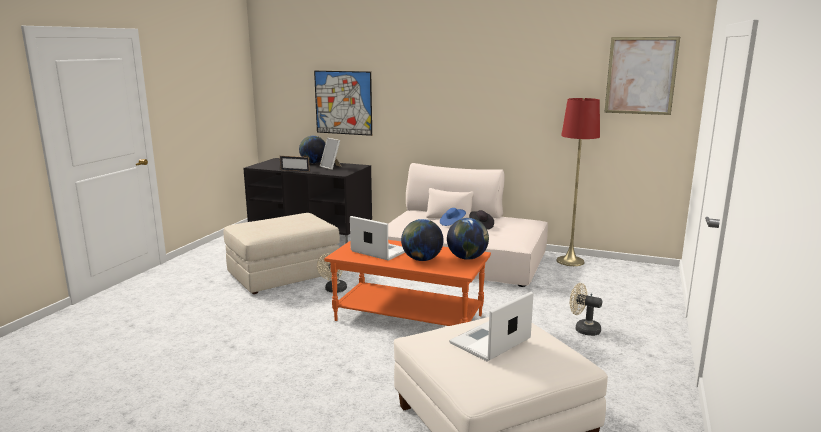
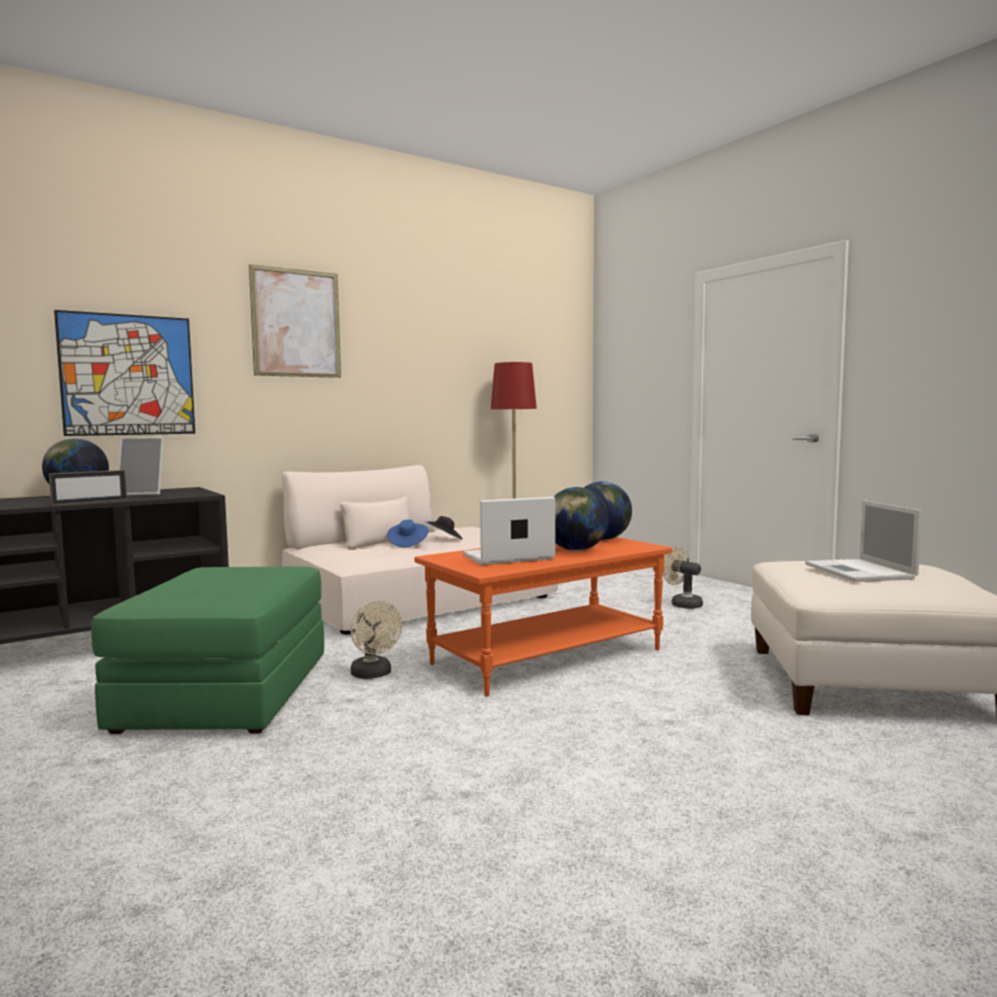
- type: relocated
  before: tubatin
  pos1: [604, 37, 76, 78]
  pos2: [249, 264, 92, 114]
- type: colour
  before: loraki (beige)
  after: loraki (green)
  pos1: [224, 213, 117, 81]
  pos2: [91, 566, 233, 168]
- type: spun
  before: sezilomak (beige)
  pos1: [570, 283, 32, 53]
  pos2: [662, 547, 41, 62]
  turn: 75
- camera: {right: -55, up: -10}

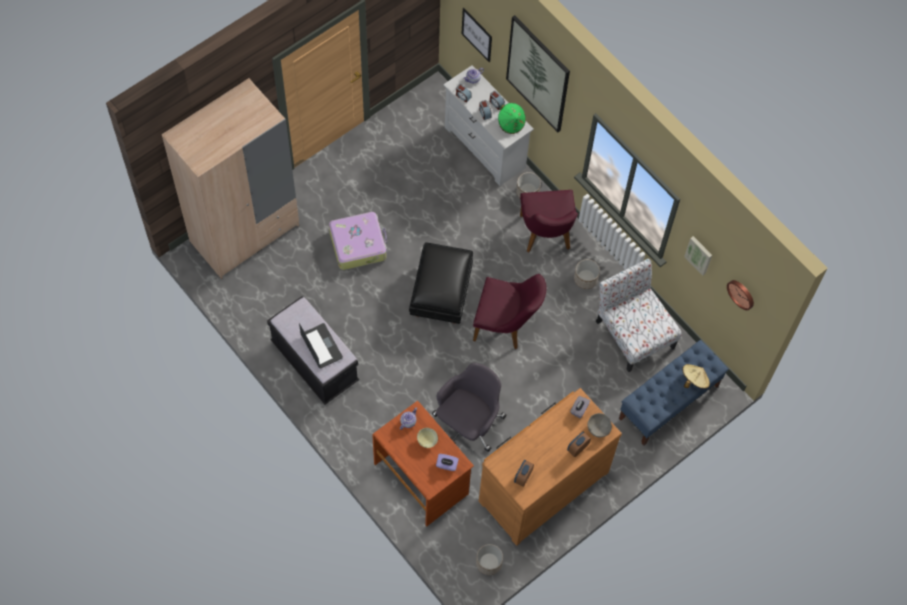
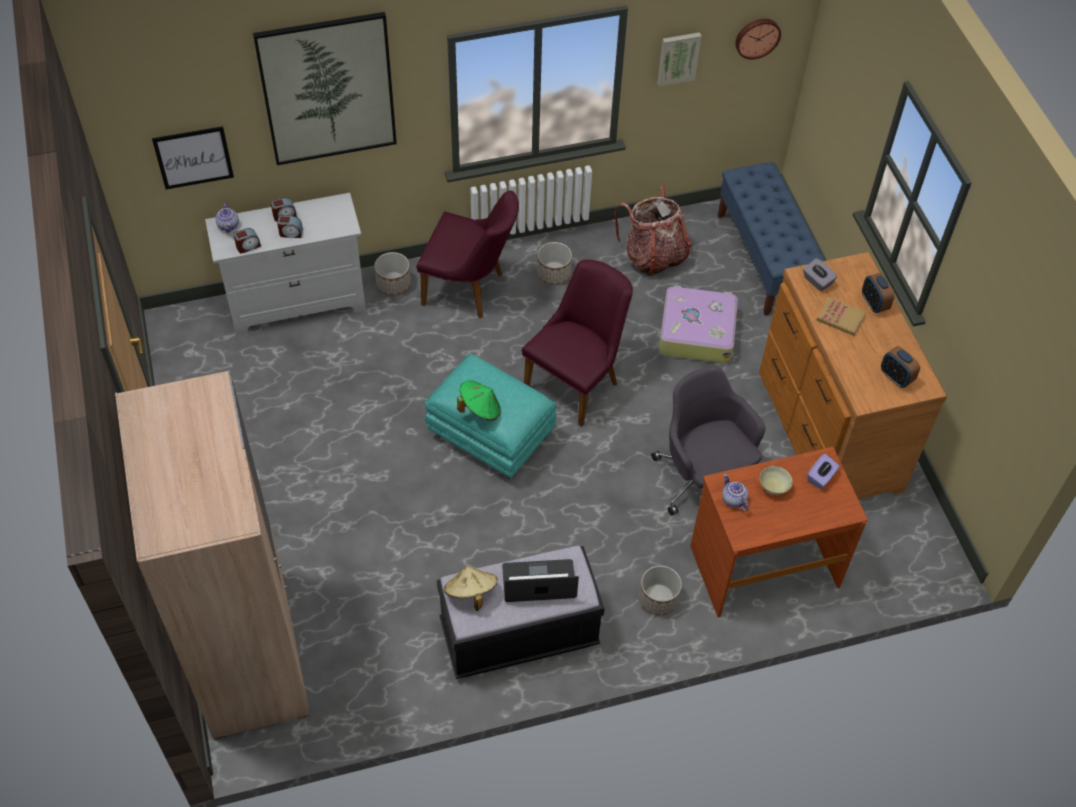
- type: relocated
  before: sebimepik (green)
  pos1: [498, 103, 28, 31]
  pos2: [457, 380, 43, 41]
- type: relocated
  before: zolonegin
  pos1: [329, 212, 58, 58]
  pos2: [659, 285, 79, 78]
- type: colour
  before: loraki (black)
  after: loraki (turquoise)
  pos1: [409, 242, 64, 82]
  pos2: [425, 354, 131, 125]
- type: exchanged
  before: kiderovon
  after: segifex
  pos1: [596, 258, 86, 114]
  pos2: [615, 185, 76, 92]
- type: relocated
  before: sebimepik (beige)
  pos1: [682, 364, 28, 25]
  pos2: [444, 566, 54, 45]
- type: missing
  before: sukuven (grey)
  pos1: [588, 413, 24, 24]
- type: relocated
  before: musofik
  pos1: [476, 544, 27, 31]
  pos2: [639, 565, 43, 51]
- type: appeared
  after: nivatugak
  pos2: [816, 297, 50, 39]
- camera: {right: -65, up: -10}

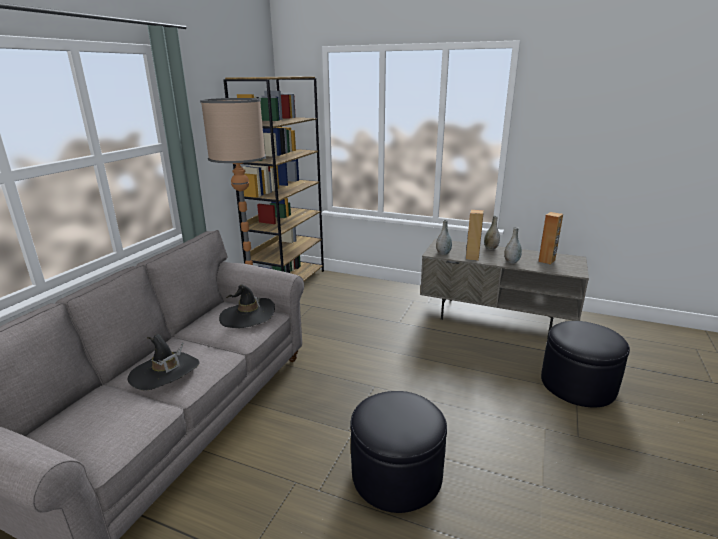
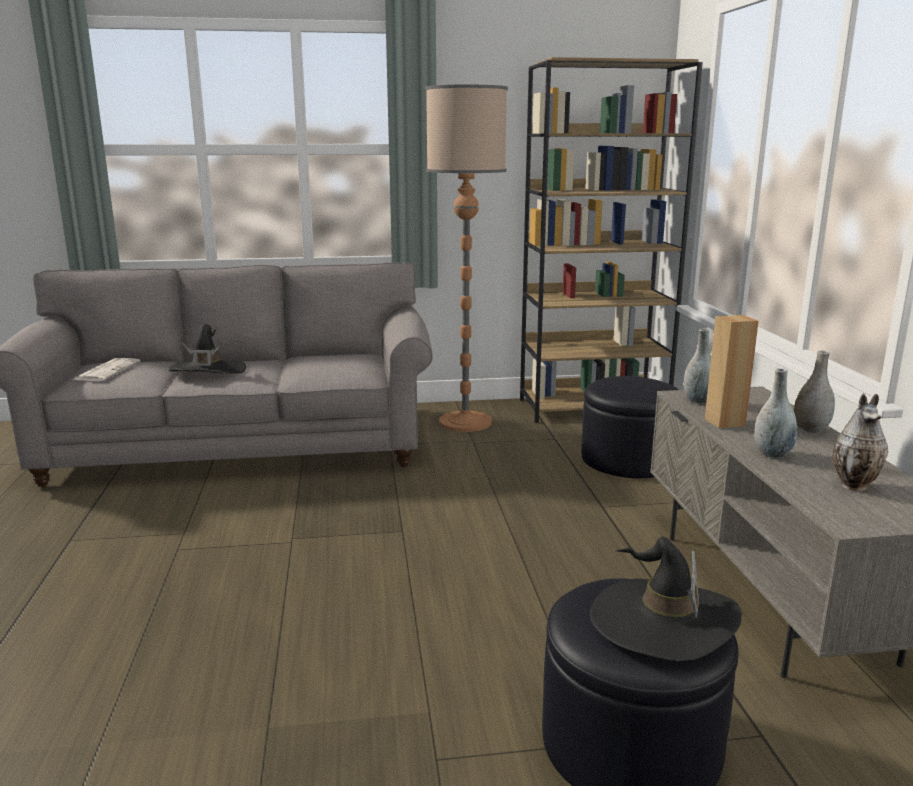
- type: exchanged
  before: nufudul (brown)
  after: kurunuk
  pos1: [538, 212, 25, 53]
  pos2: [833, 393, 55, 98]
- type: relocated
  before: sebimepik (black)
  pos1: [219, 285, 56, 43]
  pos2: [590, 537, 152, 124]
- type: relocated
  before: loraki (black)
  pos1: [350, 391, 97, 122]
  pos2: [581, 376, 98, 102]
- type: appeared
  after: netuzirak
  pos2: [73, 358, 67, 23]
- camera: {right: 60, up: -5}

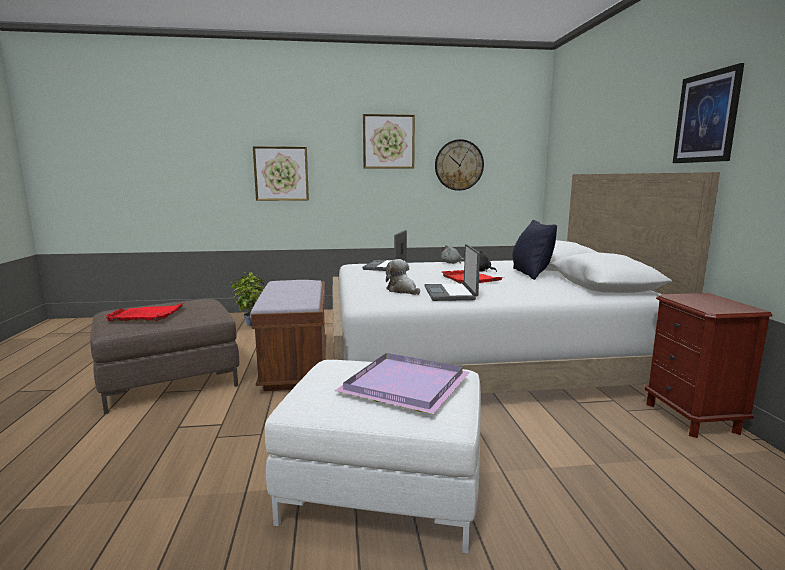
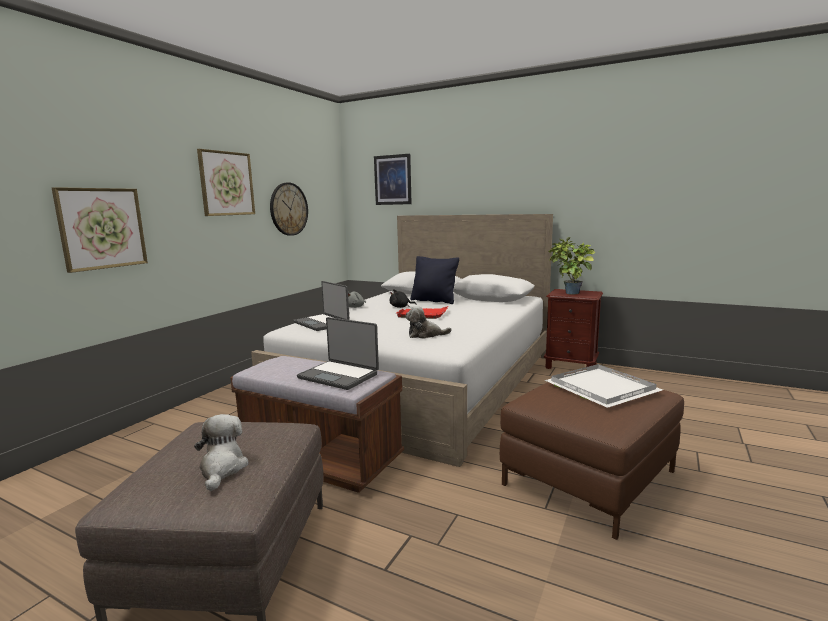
- type: relocated
  before: tubatin
  pos1: [673, 63, 71, 100]
  pos2: [374, 154, 38, 51]
- type: relocated
  before: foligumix
  pos1: [424, 244, 56, 57]
  pos2: [297, 317, 82, 73]
- type: relocated
  before: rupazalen
  pos1: [230, 272, 35, 54]
  pos2: [549, 237, 46, 57]
- type: exchanged
  before: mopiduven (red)
  after: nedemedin
  pos1: [104, 303, 79, 19]
  pos2: [194, 414, 55, 77]
- type: colour
  before: mopiduven (purple)
  after: mopiduven (white)
  pos1: [335, 353, 135, 61]
  pos2: [545, 364, 118, 44]
- type: colour
  before: loraki (white)
  after: loraki (brown)
  pos1: [265, 360, 216, 193]
  pos2: [500, 369, 184, 171]
- camera: {right: -55, up: 0}

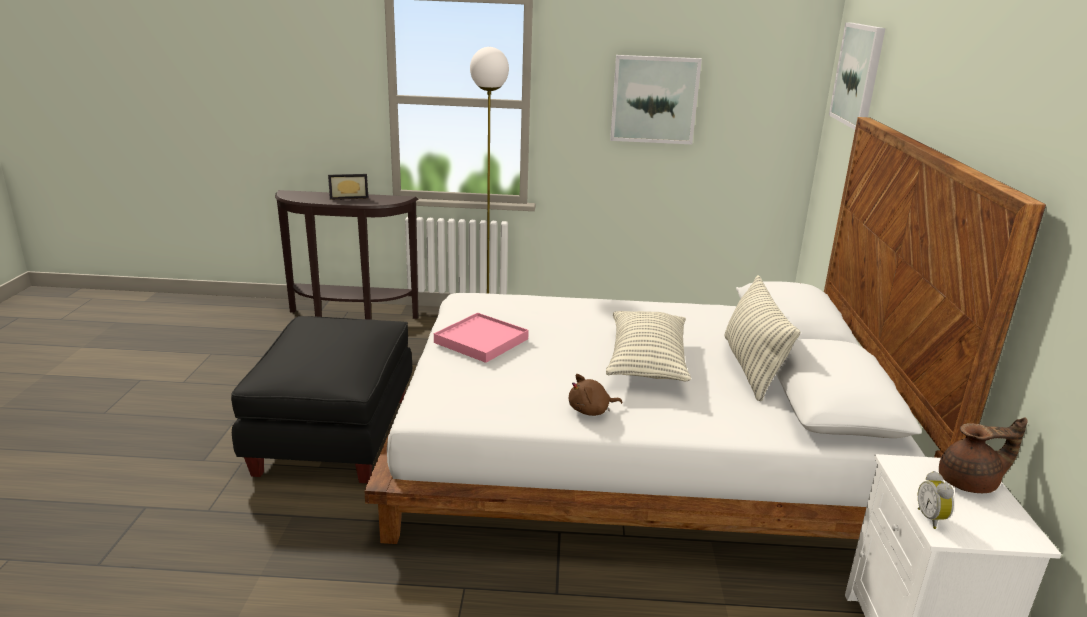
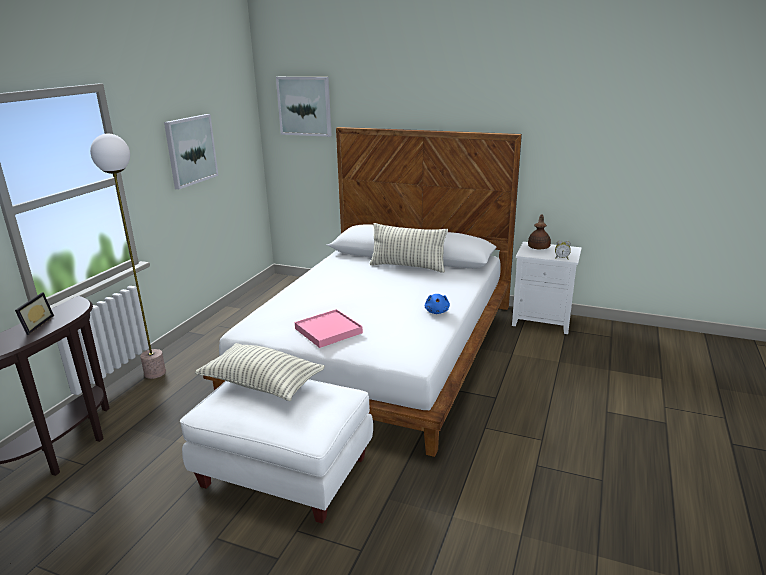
- type: relocated
  before: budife
  pos1: [606, 311, 85, 70]
  pos2: [195, 343, 130, 58]
- type: colour
  before: loraki (black)
  after: loraki (white)
  pos1: [231, 316, 181, 167]
  pos2: [180, 379, 193, 145]
- type: colour
  before: nedemedin (brown)
  after: nedemedin (blue)
  pos1: [569, 374, 54, 42]
  pos2: [425, 294, 25, 20]
- camera: {right: -70, up: 0}

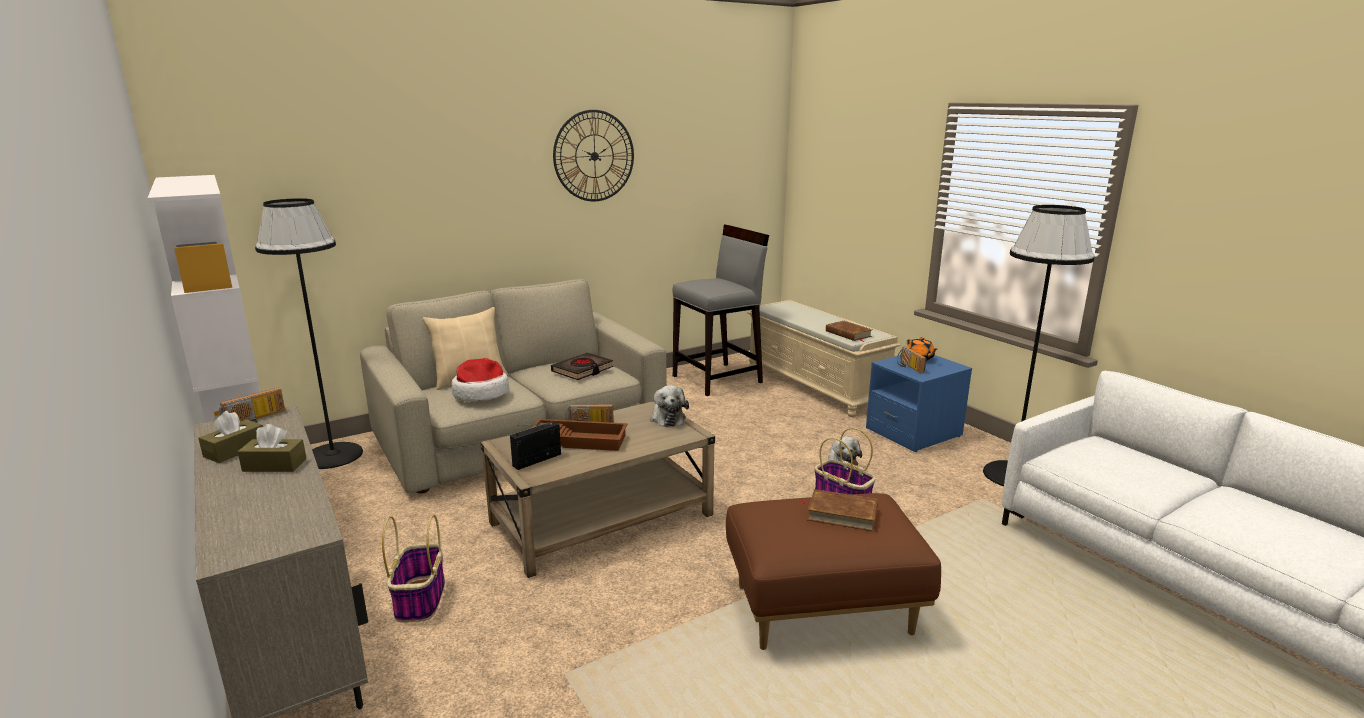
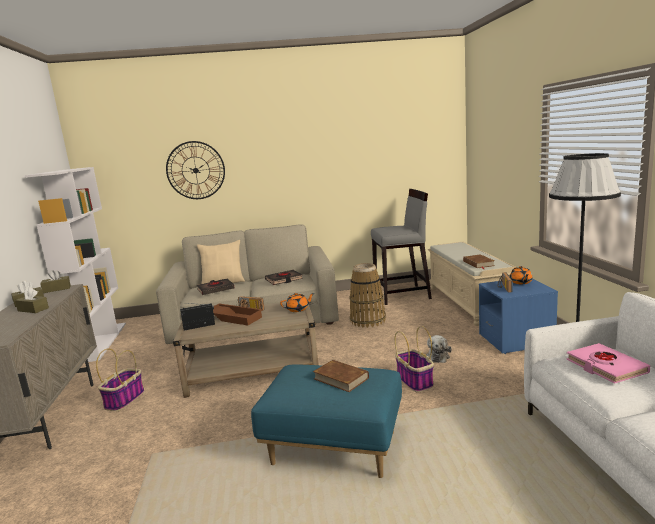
- type: relocated
  before: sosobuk
  pos1: [553, 110, 81, 91]
  pos2: [166, 141, 59, 58]
- type: missing
  before: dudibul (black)
  pos1: [255, 198, 108, 271]
- type: exchanged
  before: sebimepik
  after: nivatugak (black)
  pos1: [451, 358, 58, 43]
  pos2: [197, 279, 38, 16]
- type: exchanged
  before: nedemedin
  after: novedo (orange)
  pos1: [650, 385, 39, 42]
  pos2: [280, 293, 34, 19]
- type: exchanged
  before: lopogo
  after: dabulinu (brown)
  pos1: [219, 388, 66, 35]
  pos2: [40, 270, 31, 23]
- type: colour
  before: loraki (brown)
  after: loraki (blue)
  pos1: [726, 493, 215, 157]
  pos2: [251, 365, 151, 113]
- type: appeared
  after: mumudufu
  pos2: [350, 263, 36, 65]
- type: appeared
  after: nivatugak (pink)
  pos2: [567, 343, 84, 41]
- camera: {right: 25, up: -5}

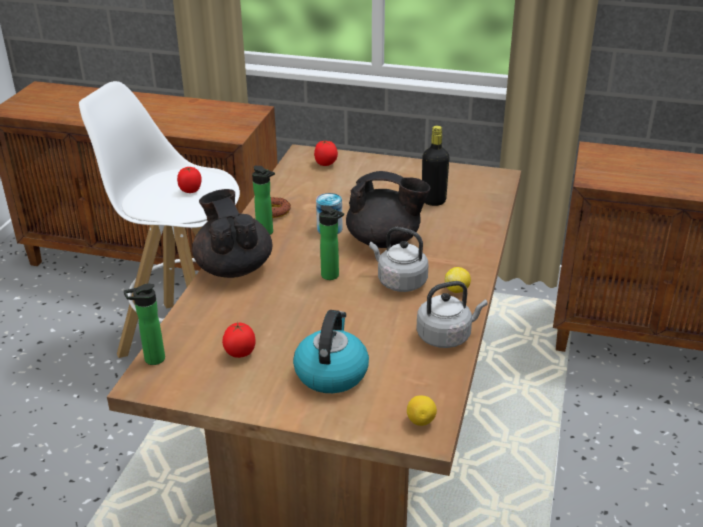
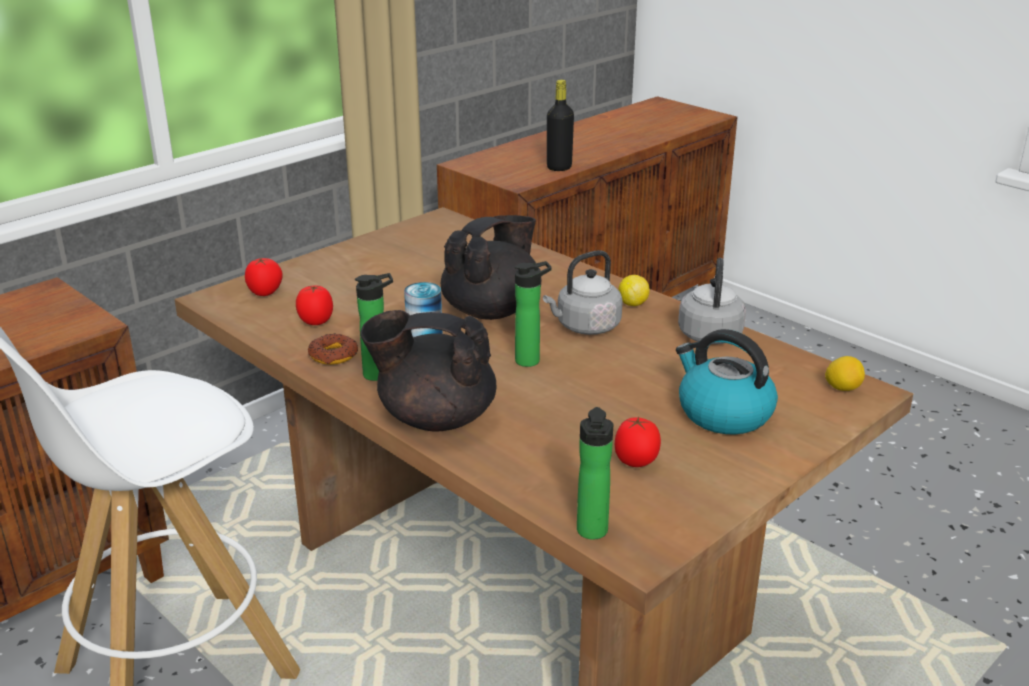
- type: relocated
  before: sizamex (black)
  pos1: [422, 126, 28, 80]
  pos2: [547, 80, 27, 91]
- type: relocated
  before: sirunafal
  pos1: [177, 167, 25, 26]
  pos2: [296, 285, 37, 40]
- camera: {right: -60, up: -5}

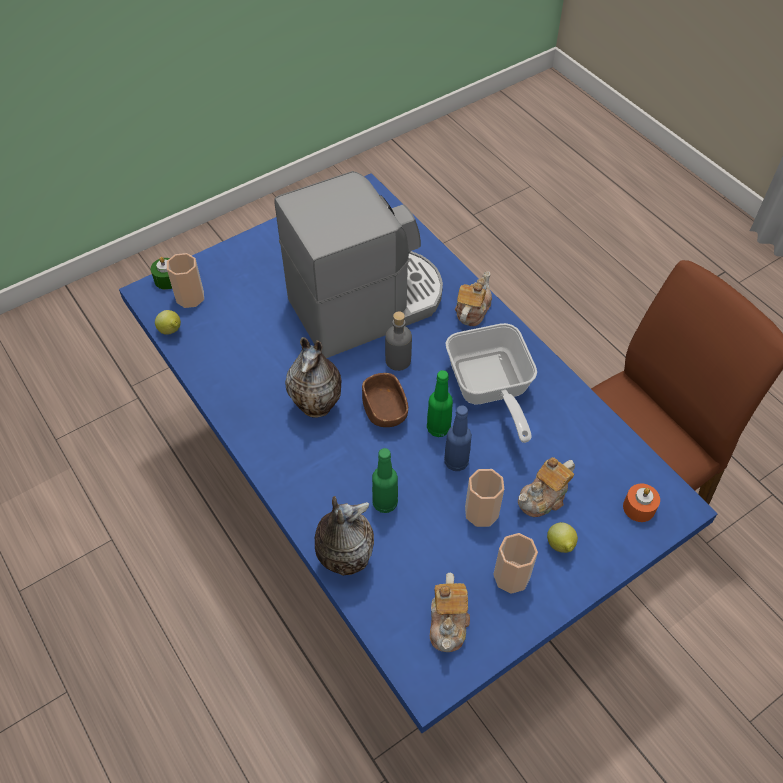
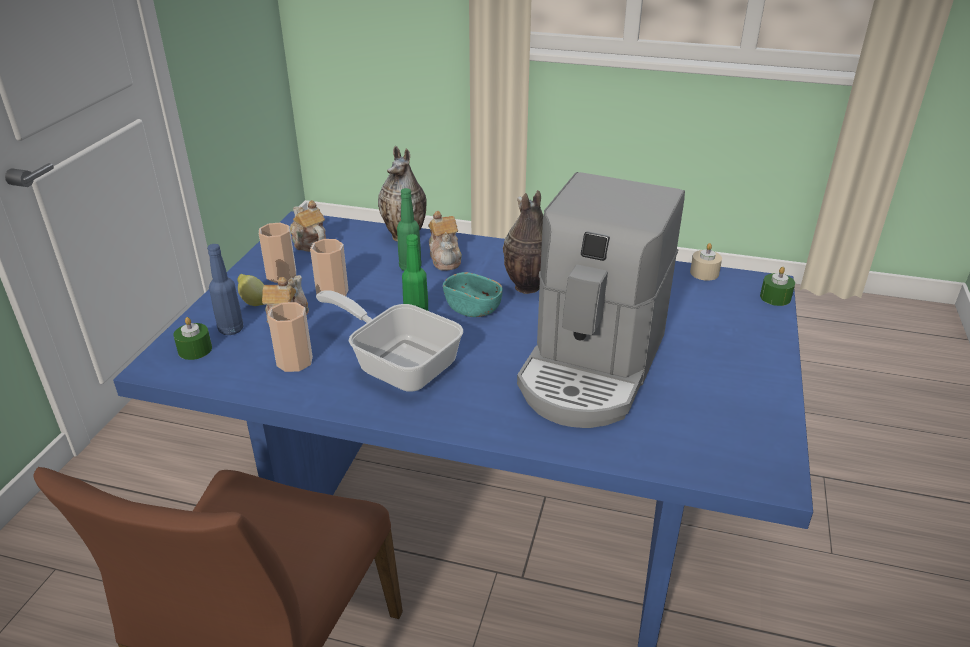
- type: relocated
  before: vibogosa
  pos1: [167, 253, 37, 55]
  pos2: [268, 302, 45, 70]
- type: relocated
  before: novedo
  pos1: [455, 271, 37, 55]
  pos2: [428, 211, 34, 60]
- type: exchanged
  before: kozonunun
  after: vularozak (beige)
  pos1: [155, 310, 26, 25]
  pos2: [690, 243, 32, 38]
- type: missing
  before: sizamex (grey)
  pos1: [385, 311, 27, 60]
- type: colour
  before: sukuven (brown)
  after: sukuven (turquoise)
  pos1: [362, 373, 46, 54]
  pos2: [443, 272, 60, 45]
- type: relocated
  before: sizamex (blue)
  pos1: [444, 405, 28, 66]
  pos2: [207, 244, 36, 91]
- type: colour
  before: vularozak (orange)
  after: vularozak (green)
  pos1: [623, 484, 37, 38]
  pos2: [173, 317, 39, 43]
- camera: {right: 140, up: -20}

